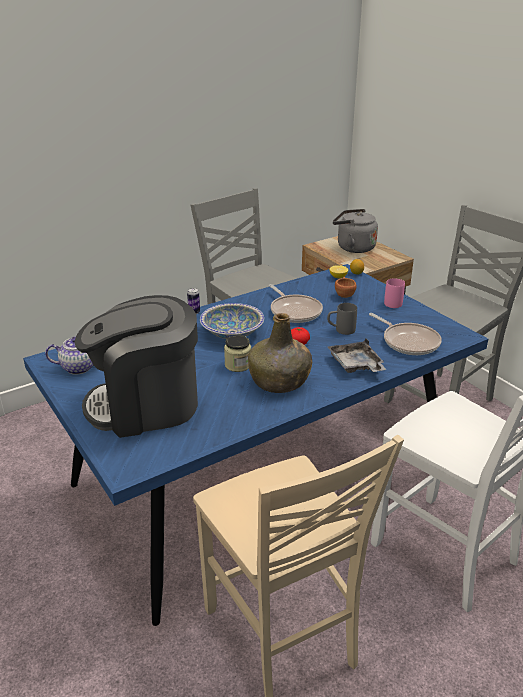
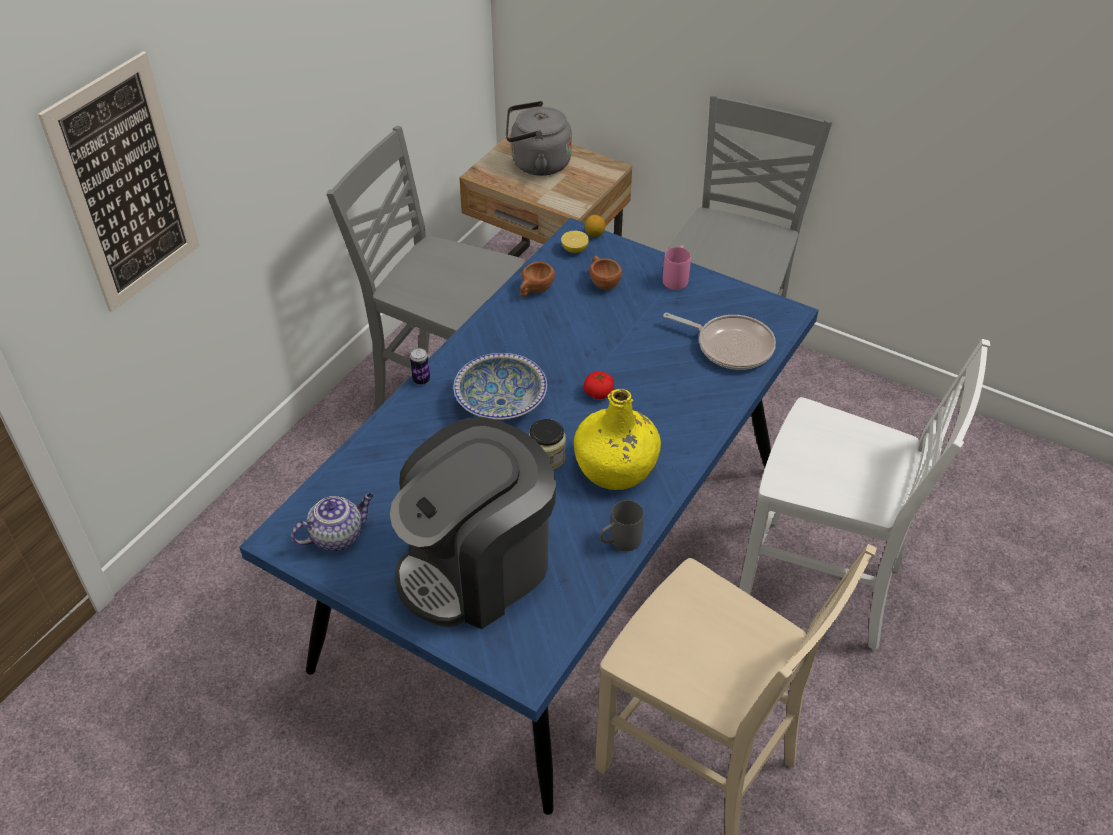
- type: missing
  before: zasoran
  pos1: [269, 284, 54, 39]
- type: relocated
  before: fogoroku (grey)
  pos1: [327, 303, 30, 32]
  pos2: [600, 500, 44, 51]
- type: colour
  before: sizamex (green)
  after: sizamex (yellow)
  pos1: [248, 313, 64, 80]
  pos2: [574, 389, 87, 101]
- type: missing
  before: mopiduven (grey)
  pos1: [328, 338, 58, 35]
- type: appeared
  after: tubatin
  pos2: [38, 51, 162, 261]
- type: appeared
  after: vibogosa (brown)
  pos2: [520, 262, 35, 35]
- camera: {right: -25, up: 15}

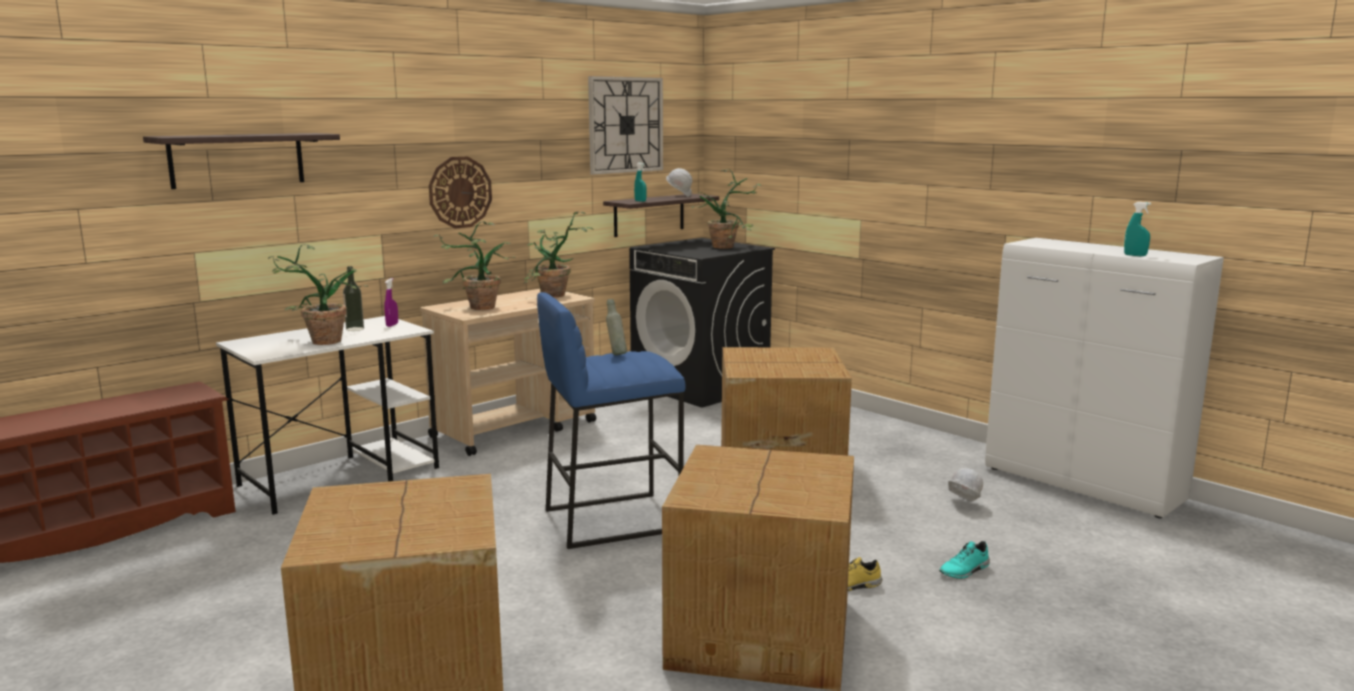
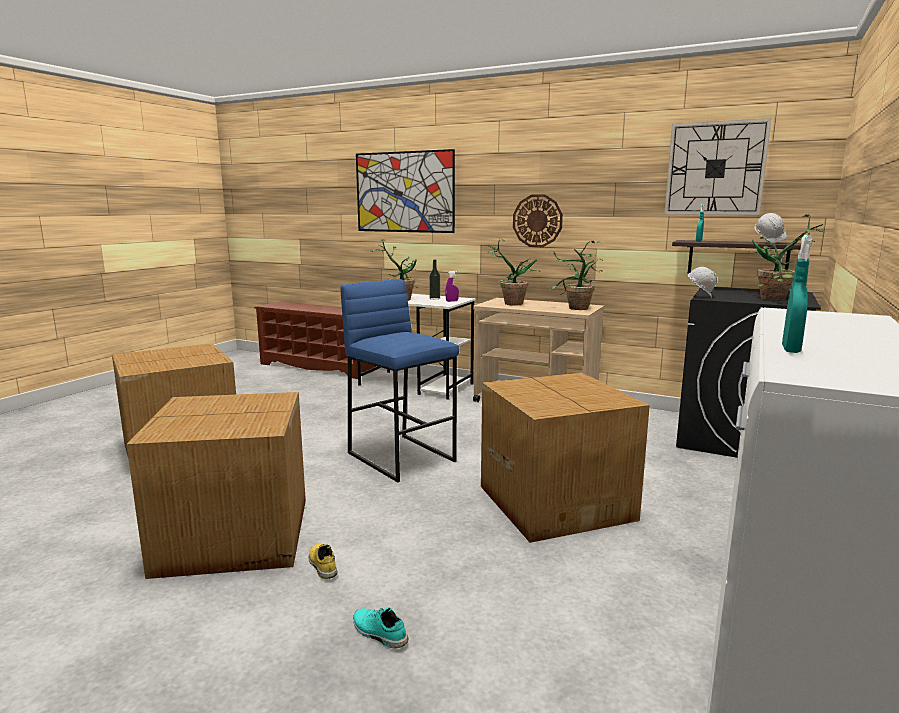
- type: exchanged
  before: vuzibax
  after: tubatin
  pos1: [143, 133, 197, 56]
  pos2: [356, 149, 99, 84]
- type: missing
  before: sizamex (grey)
  pos1: [606, 299, 21, 56]
- type: relocated
  before: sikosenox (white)
  pos1: [948, 468, 35, 34]
  pos2: [687, 267, 30, 31]
- camera: {right: 70, up: 0}

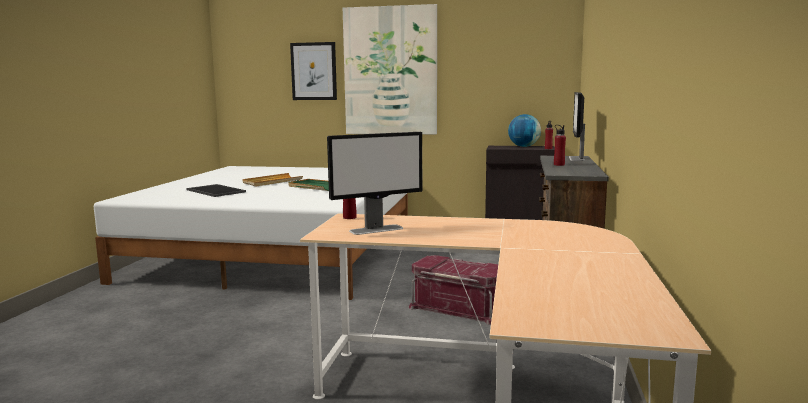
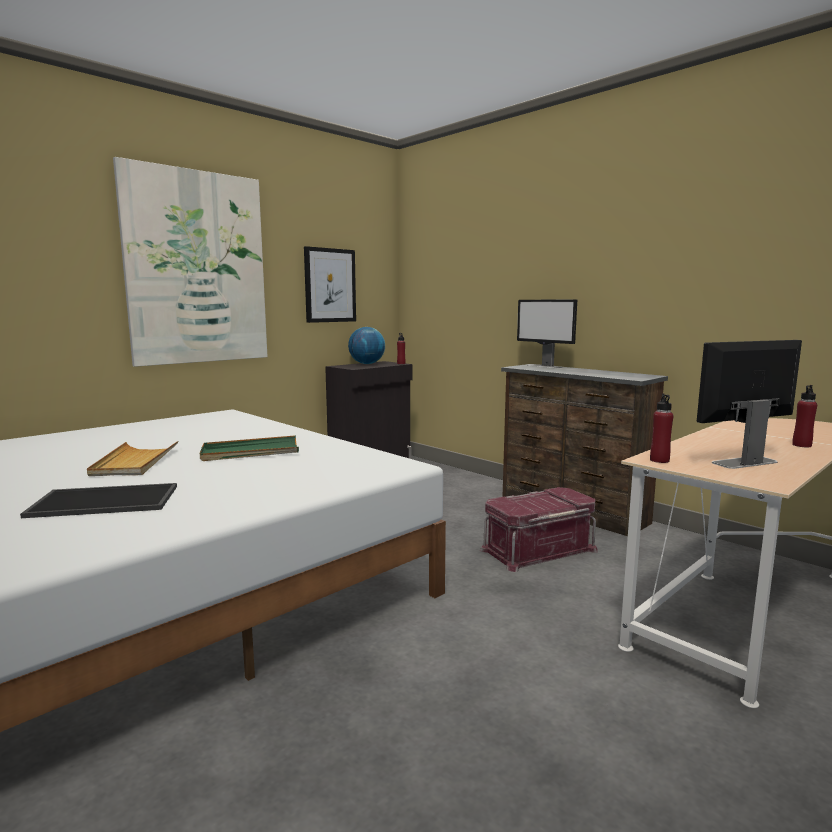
- type: relocated
  before: tubatin
  pos1: [290, 42, 47, 58]
  pos2: [304, 246, 52, 77]
- type: relocated
  before: sizamex (red)
  pos1: [554, 125, 12, 41]
  pos2: [792, 385, 25, 62]
- type: spun
  before: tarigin
  pos1: [327, 132, 95, 103]
  pos2: [697, 340, 105, 129]
  turn: -120
- camera: {right: -55, up: 0}

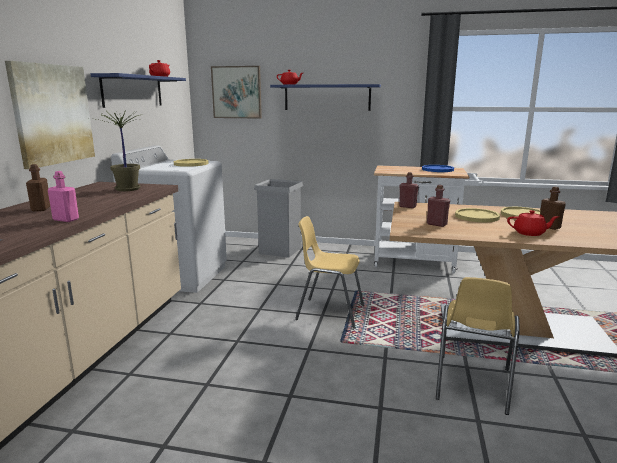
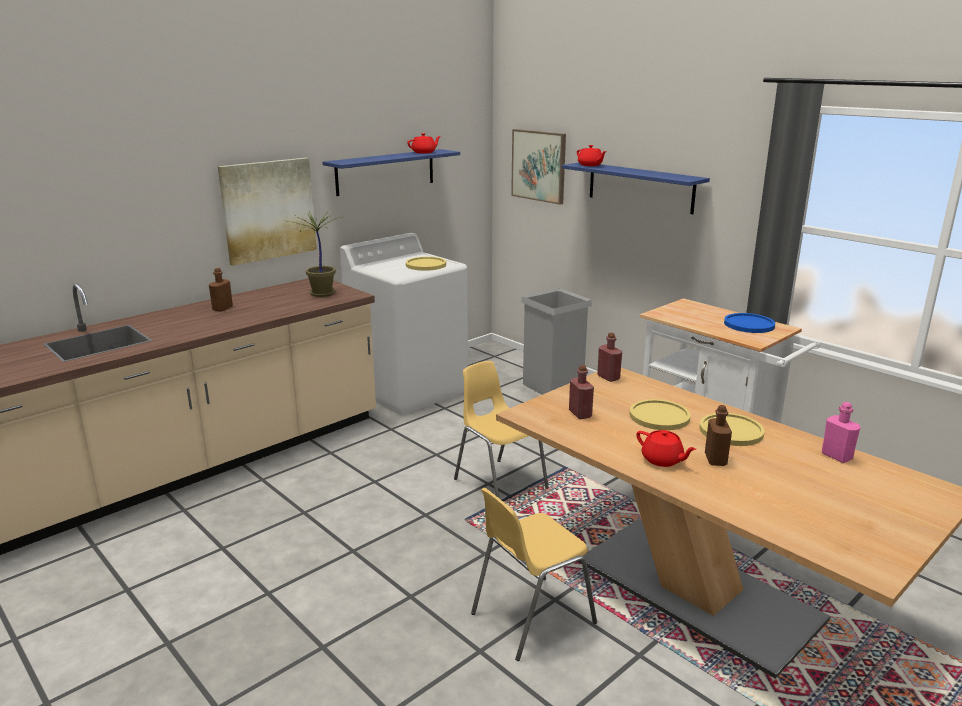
- type: relocated
  before: sizamex (pink)
  pos1: [48, 171, 31, 51]
  pos2: [822, 402, 39, 61]
- camera: {right: 35, up: 5}

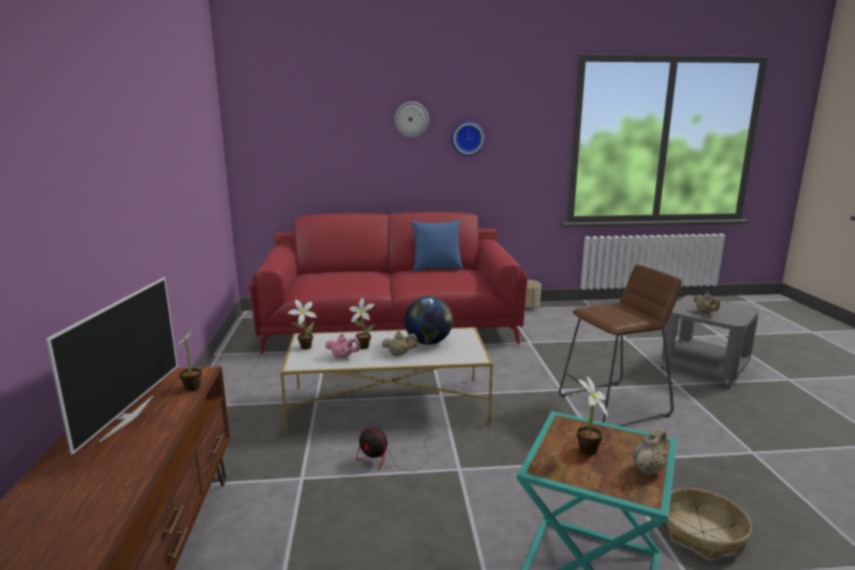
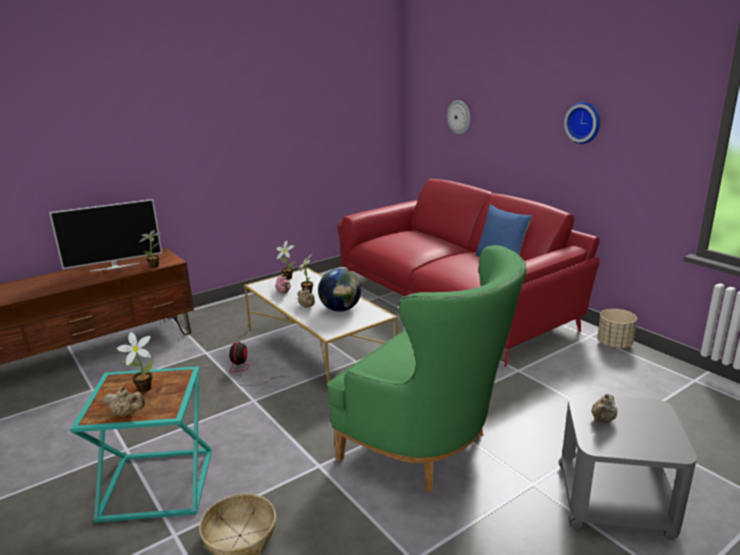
- type: relocated
  before: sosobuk
  pos1: [395, 101, 34, 36]
  pos2: [447, 100, 23, 34]
- type: exchanged
  before: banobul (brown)
  after: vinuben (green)
  pos1: [559, 264, 123, 162]
  pos2: [327, 245, 199, 247]
- camera: {right: 60, up: 5}

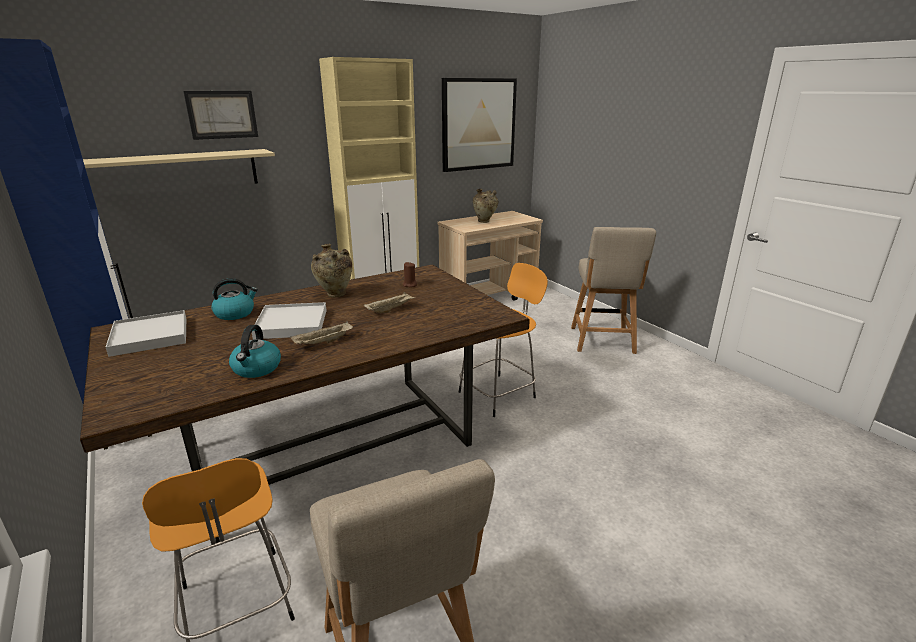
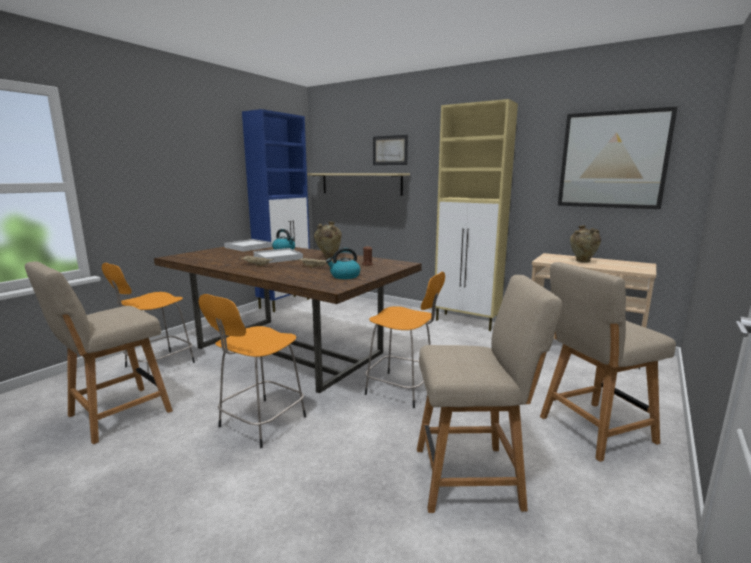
- type: relocated
  before: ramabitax
  pos1: [229, 325, 52, 53]
  pos2: [326, 248, 34, 31]
- type: appeared
  after: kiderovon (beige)
  pos2: [417, 275, 145, 238]
- type: appeared
  after: banobul (orange)
  pos2: [199, 294, 107, 154]
- camera: {right: 65, up: -10}

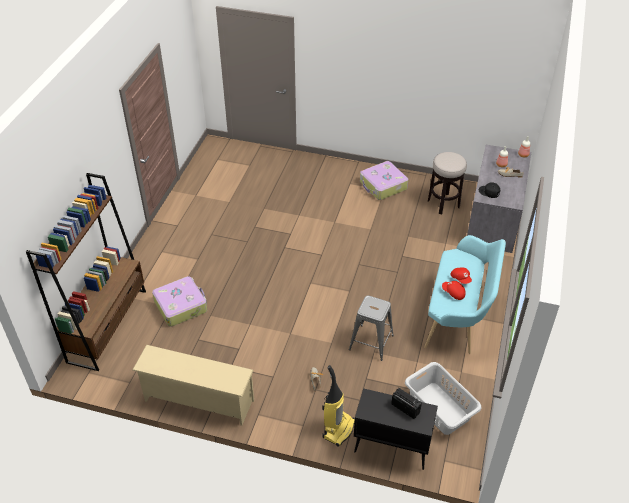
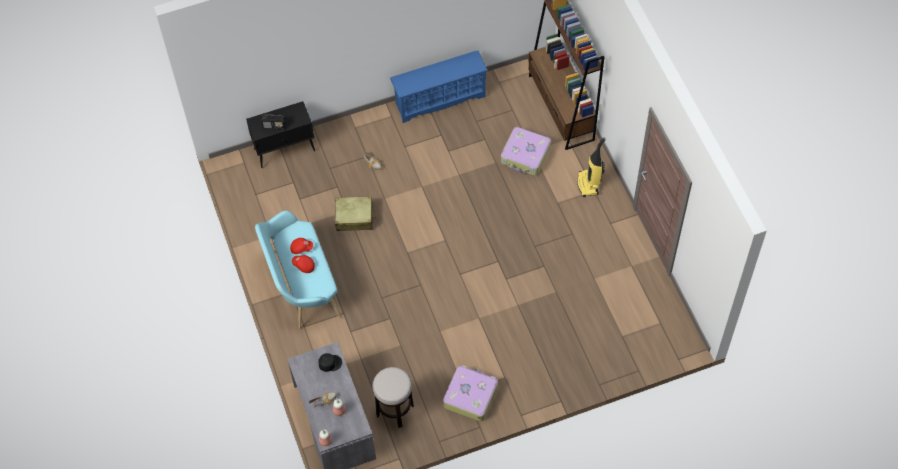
- type: exchanged
  before: banobul (grey)
  after: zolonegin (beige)
  pos1: [349, 295, 45, 66]
  pos2: [335, 196, 40, 35]
- type: colour
  before: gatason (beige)
  after: gatason (blue)
  pos1: [133, 345, 121, 81]
  pos2: [390, 50, 98, 73]
- type: missing
  before: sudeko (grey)
  pos1: [405, 362, 77, 73]
- type: relocated
  before: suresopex
  pos1: [322, 365, 33, 82]
  pos2: [577, 138, 29, 59]
- camera: {right: 145, up: 15}

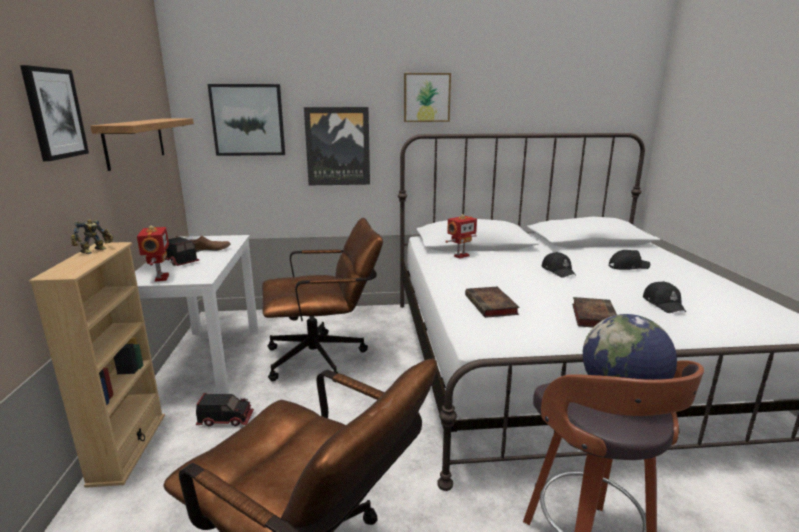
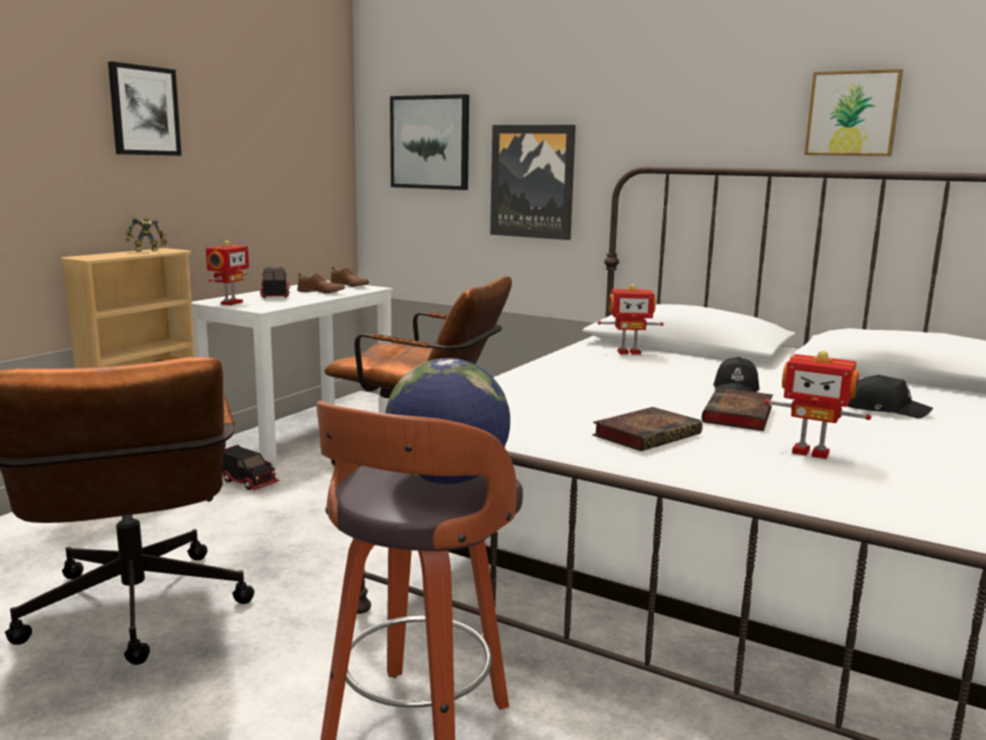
- type: relocated
  before: tubatin
  pos1: [404, 73, 47, 49]
  pos2: [805, 69, 98, 87]
- type: missing
  before: vuzibax
  pos1: [90, 118, 104, 53]
- type: exchanged
  before: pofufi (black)
  after: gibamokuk
  pos1: [643, 281, 43, 32]
  pos2: [765, 351, 106, 108]
- type: relocated
  before: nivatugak
  pos1: [465, 286, 55, 32]
  pos2: [702, 387, 71, 44]
- type: appeared
  after: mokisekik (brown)
  pos2: [330, 267, 39, 20]
- camera: {right: 35, up: -5}

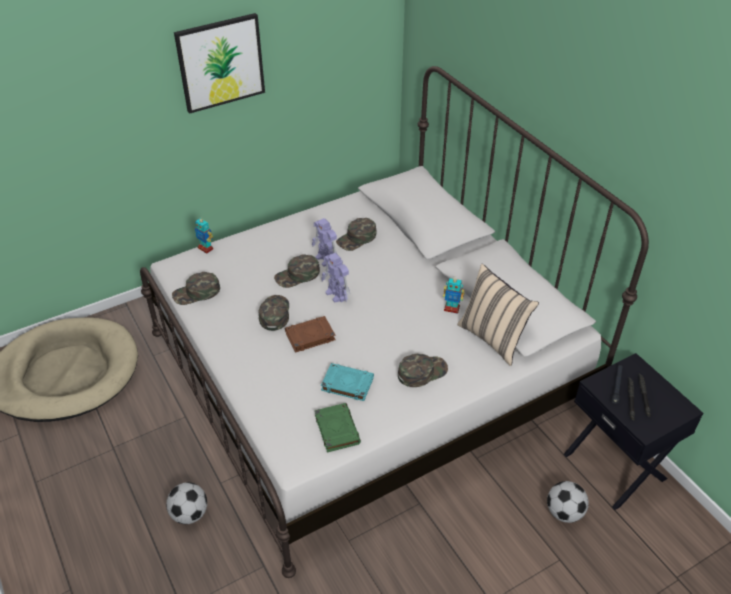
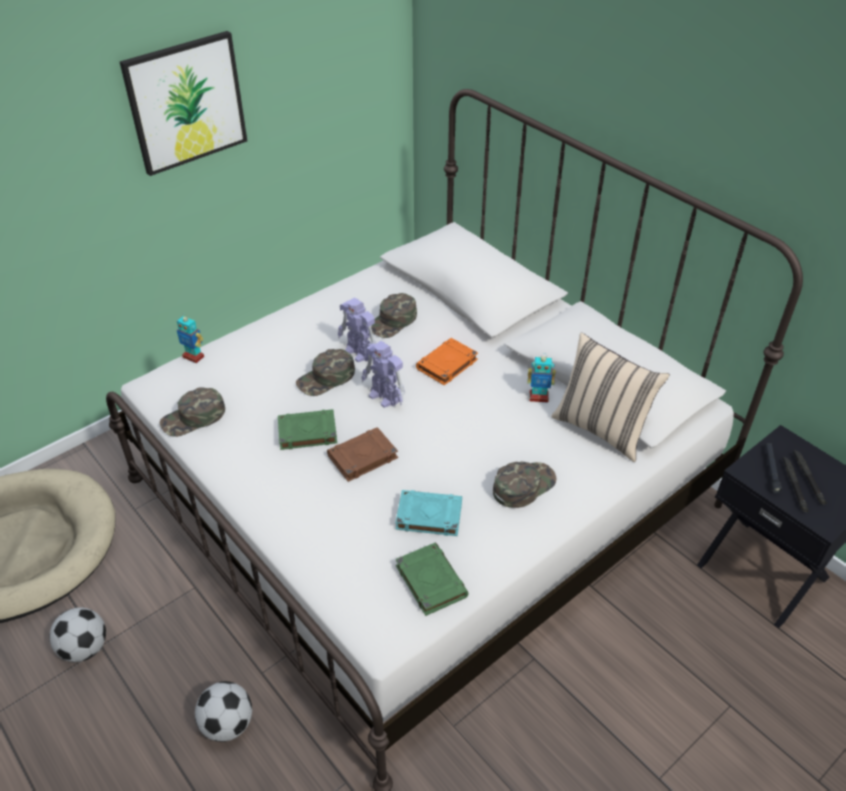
- type: exchanged
  before: pofufi (green)
  after: nivatugak (green)
  pos1: [258, 295, 31, 36]
  pos2: [278, 409, 59, 41]
- type: relocated
  before: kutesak
  pos1: [547, 481, 42, 42]
  pos2: [49, 607, 57, 55]
- type: appeared
  after: nivatugak (orange)
  pos2: [416, 338, 62, 47]
- camera: {right: -10, up: 0}

